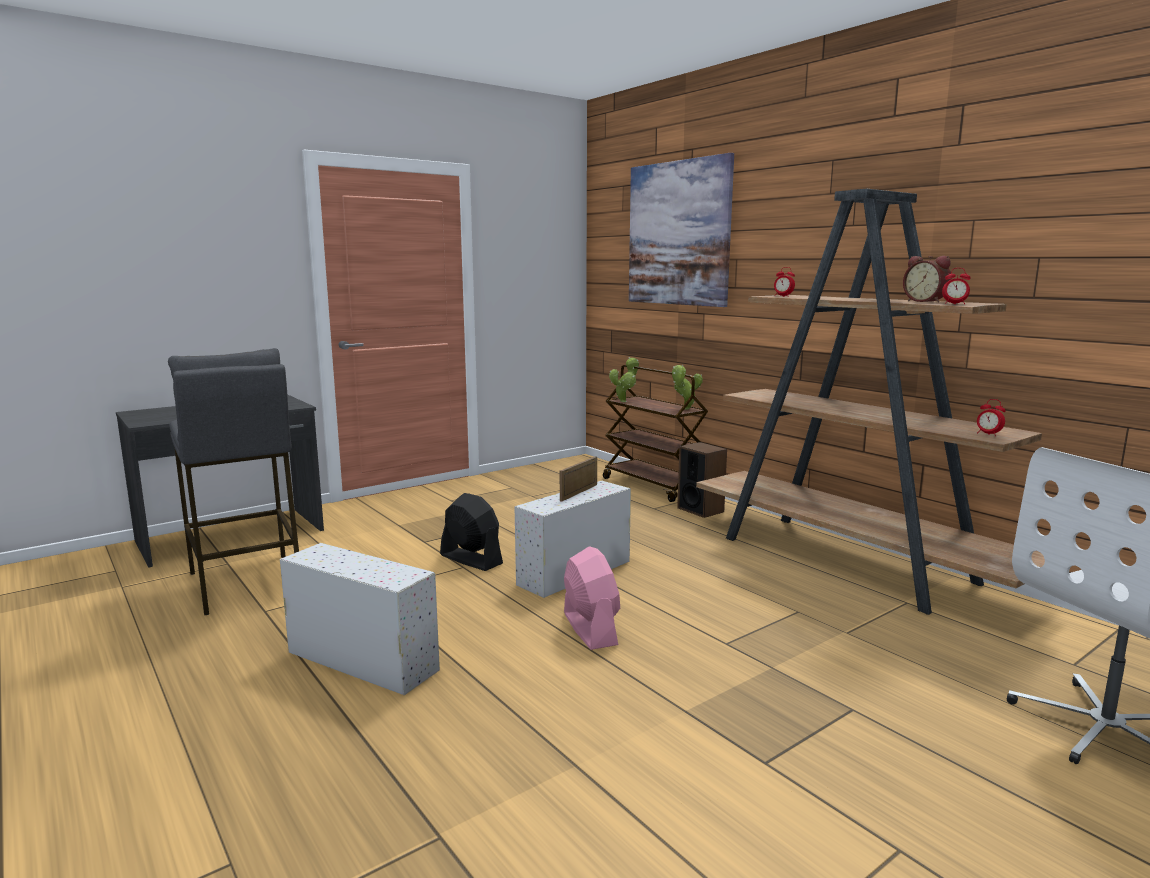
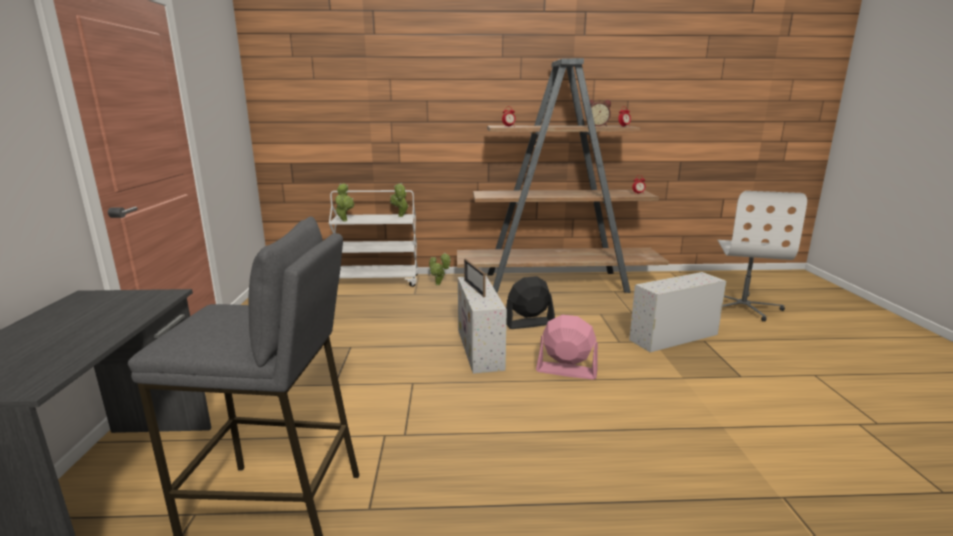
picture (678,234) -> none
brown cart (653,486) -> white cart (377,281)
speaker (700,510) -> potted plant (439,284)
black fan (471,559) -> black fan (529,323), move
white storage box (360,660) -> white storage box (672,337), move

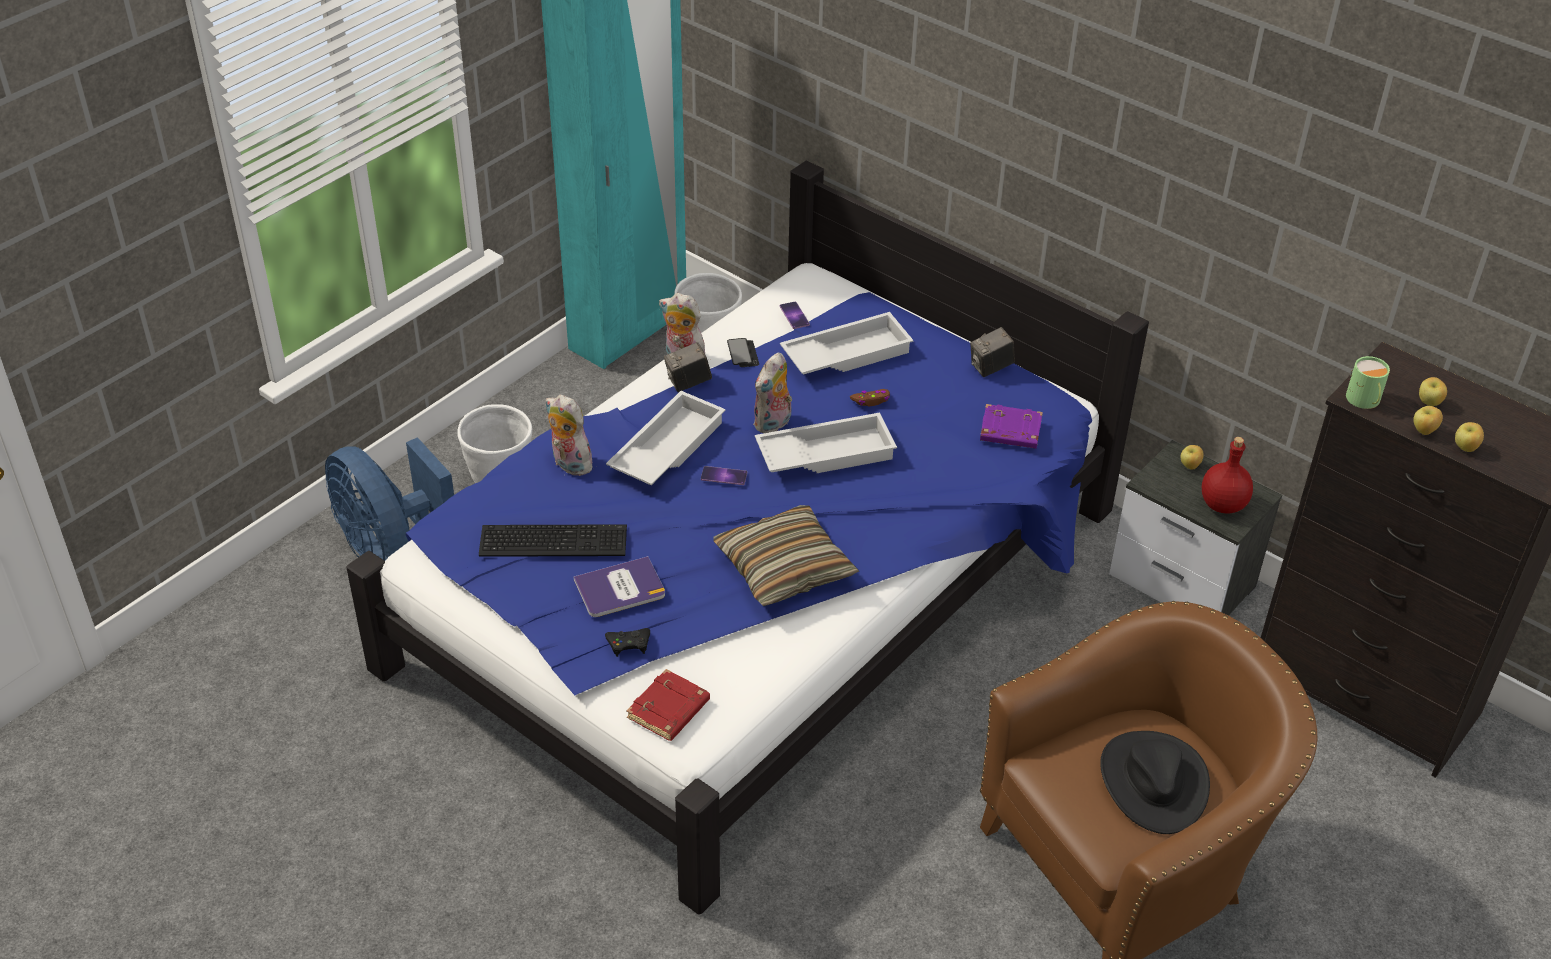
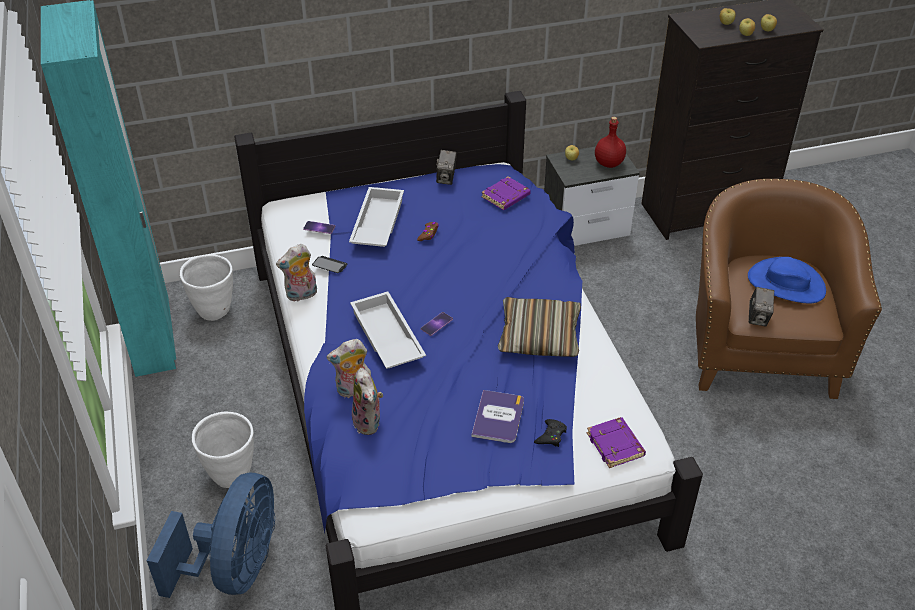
photo camera (688,383) -> photo camera (758,318), move
plush toy (773,424) -> plush toy (369,422), move
green mug (1364,400) -> none
white tray (825,453) -> none
blue fan (391,551) -> blue fan (235,568), 75 degrees counterclockwise
keyboard (551,539) -> none
red book (669,711) -> purple book (616,445)
black hat (1152,782) -> blue hat (786,284)

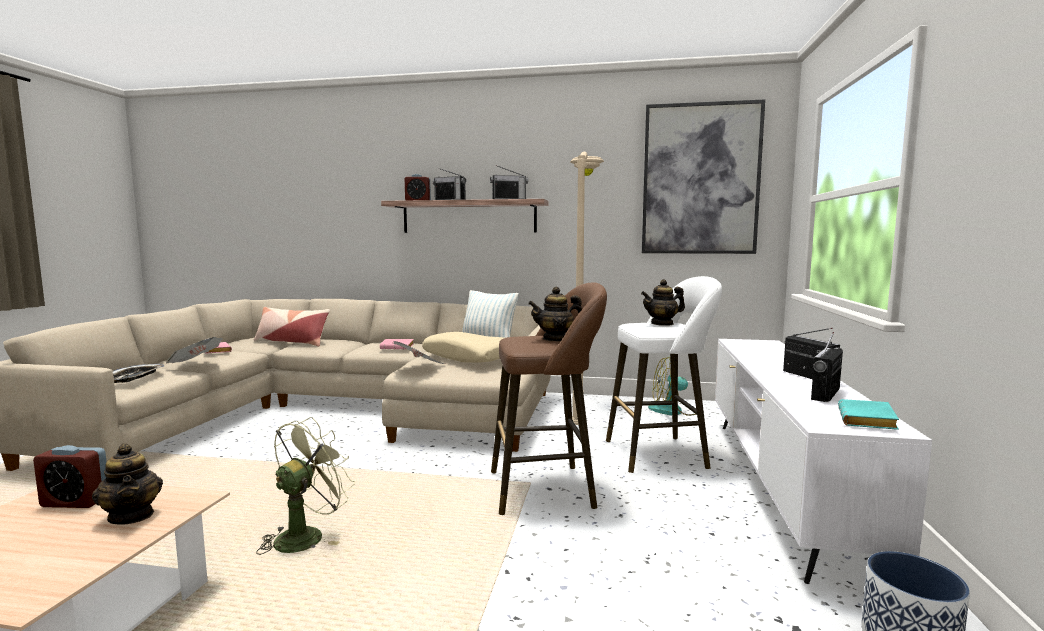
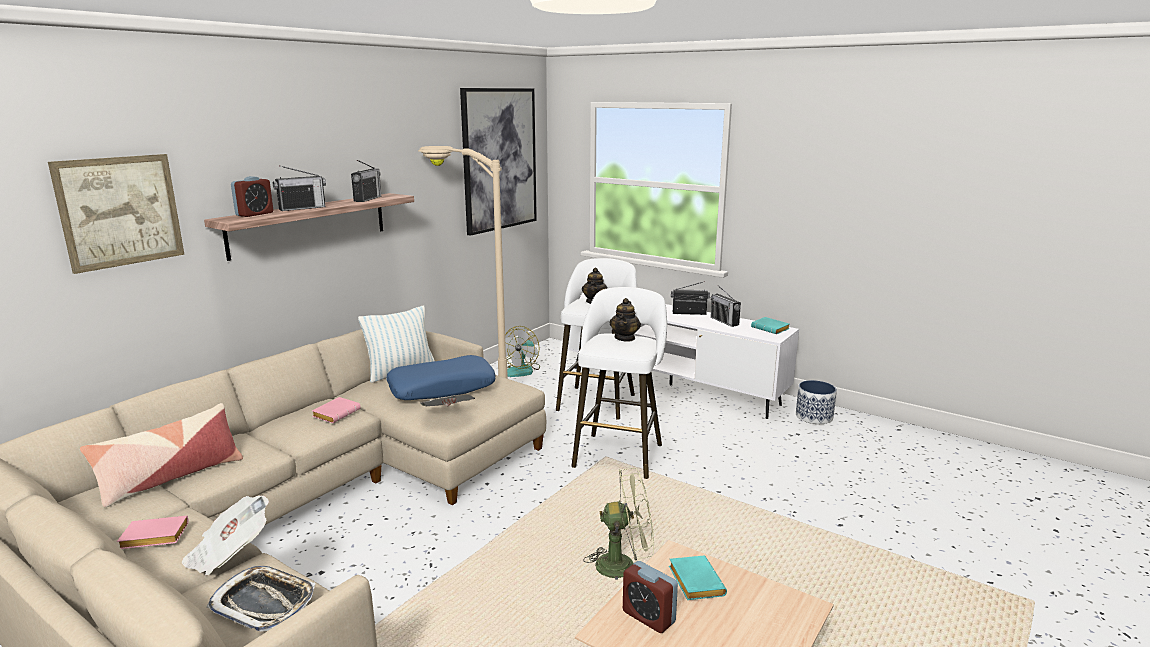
brown stool (548,488) -> white stool (619,453)
beige pillow (468,357) -> blue pillow (442,388)
green fan (306,535) -> green fan (624,565), 120 degrees clockwise
teapot (132,516) -> turquoise book (694,581)
alarm clock (75,502) -> alarm clock (648,617), 105 degrees clockwise
none -> picture (120,211)

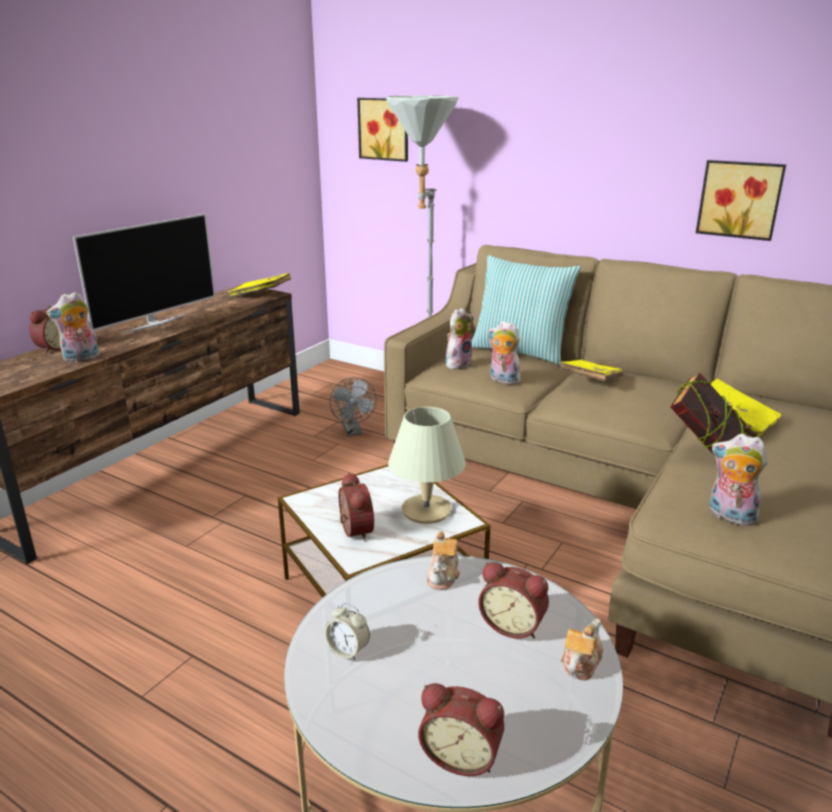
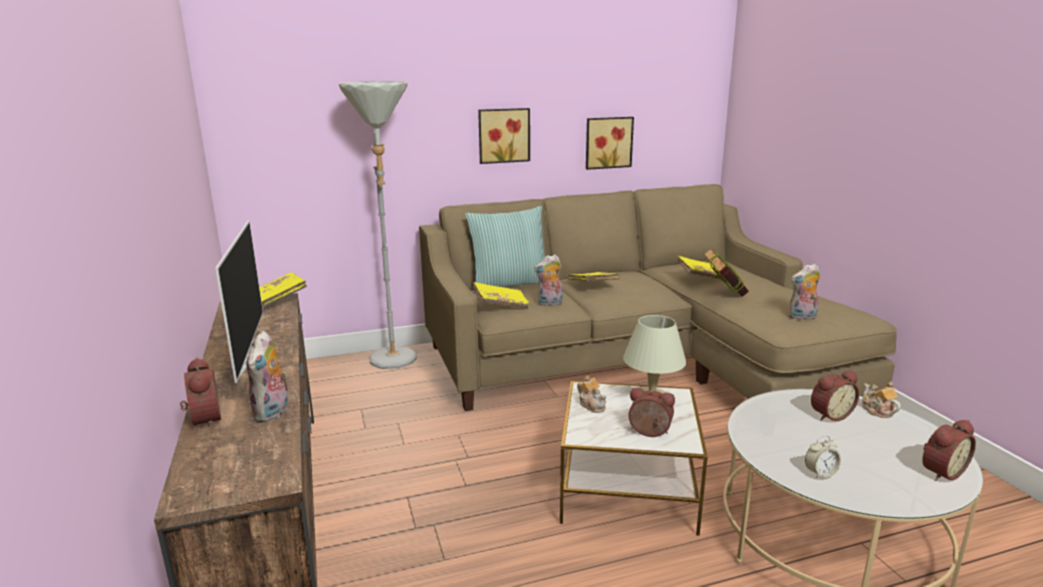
picture (385,129) -> picture (503,135), move
plush toy (458,364) -> yellow book (500,305)
grey fan (353,431) -> none
teapot (443,576) -> teapot (592,405), move

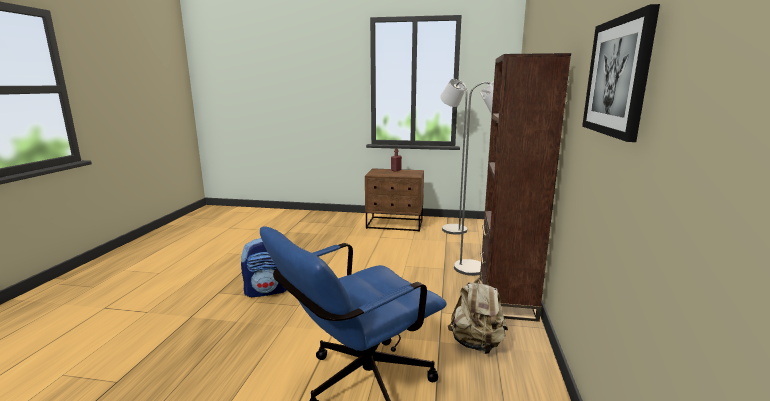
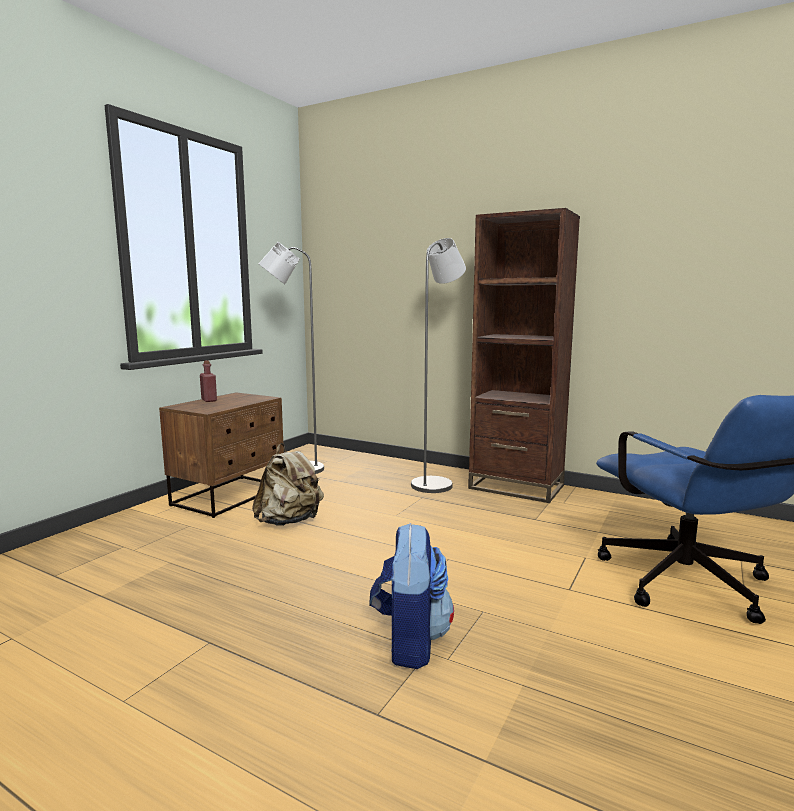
picture (617,77) -> none
beige backpack (477,344) -> beige backpack (289,521), move

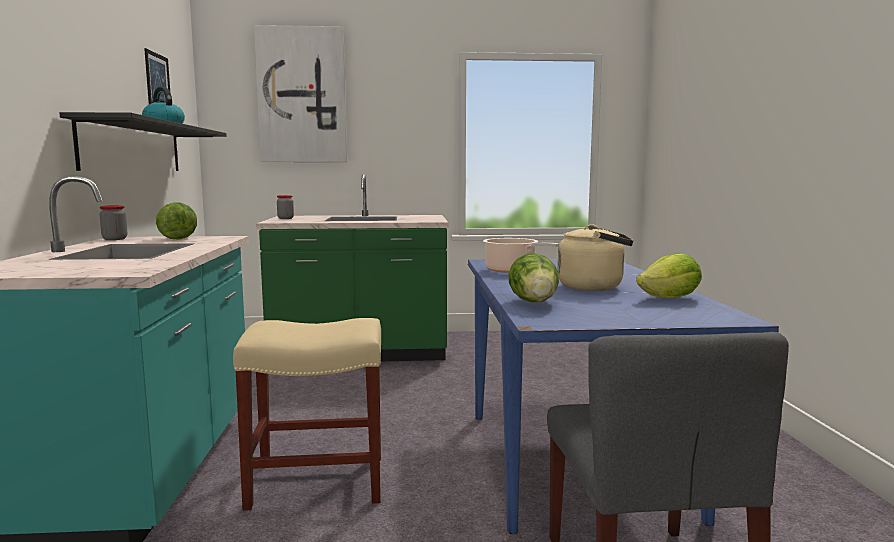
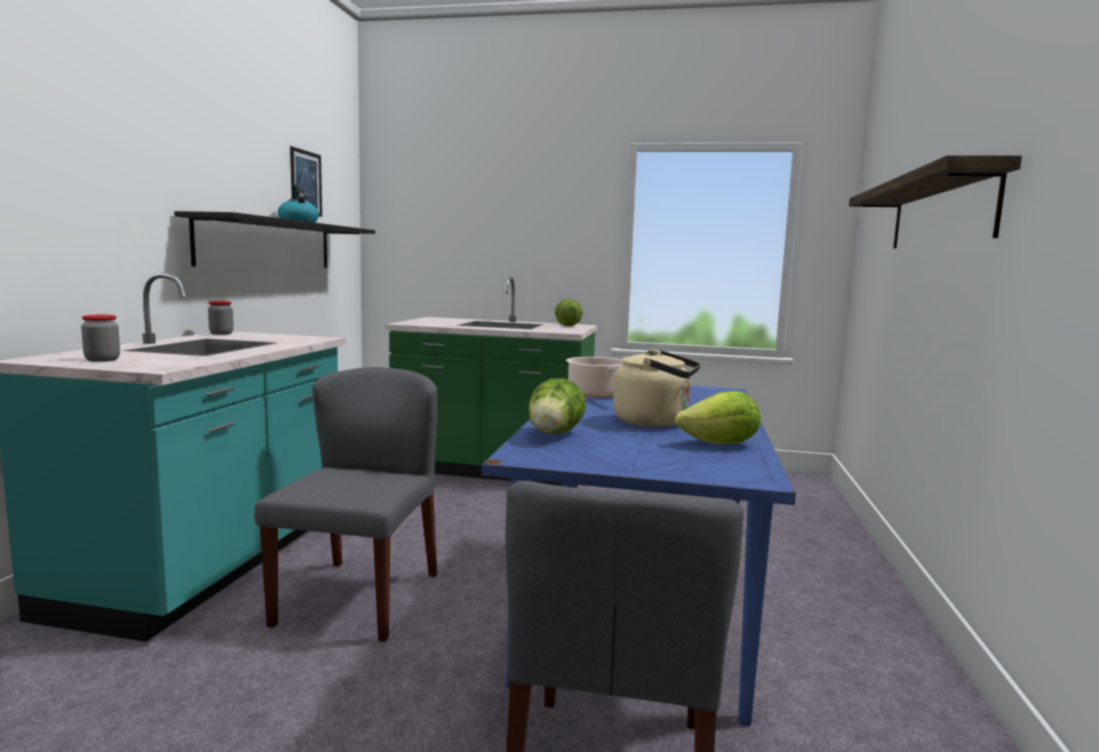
picture (302,95) -> none
jar (285,218) -> jar (102,360), move
lettuce (178,238) -> lettuce (567,325), move
beige stool (320,481) -> grey chair (359,597)
none -> shelf (940,213)

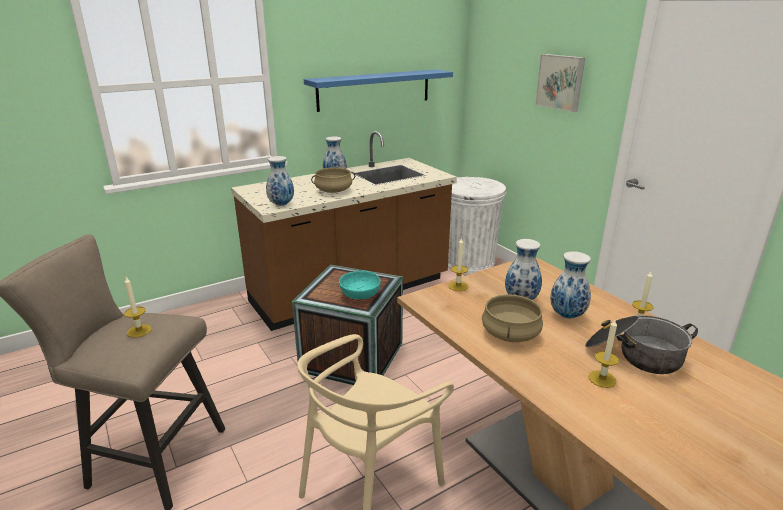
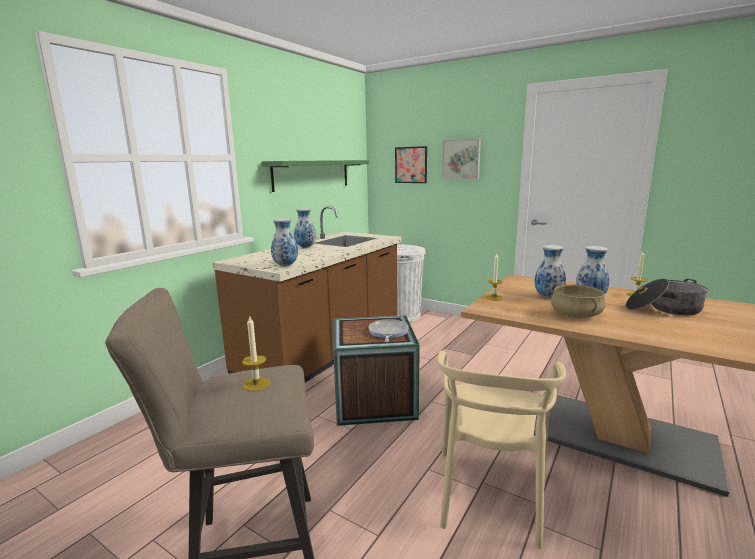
blue shelf (374,89) -> green shelf (312,174)
beige cooking pot (333,191) -> none
turquoise bowl (359,295) -> frying pan (388,333)
candle (602,379) -> none
none -> picture (411,165)

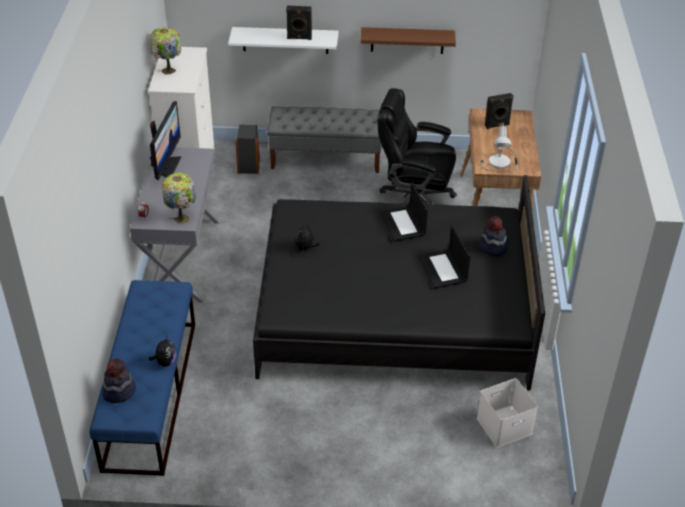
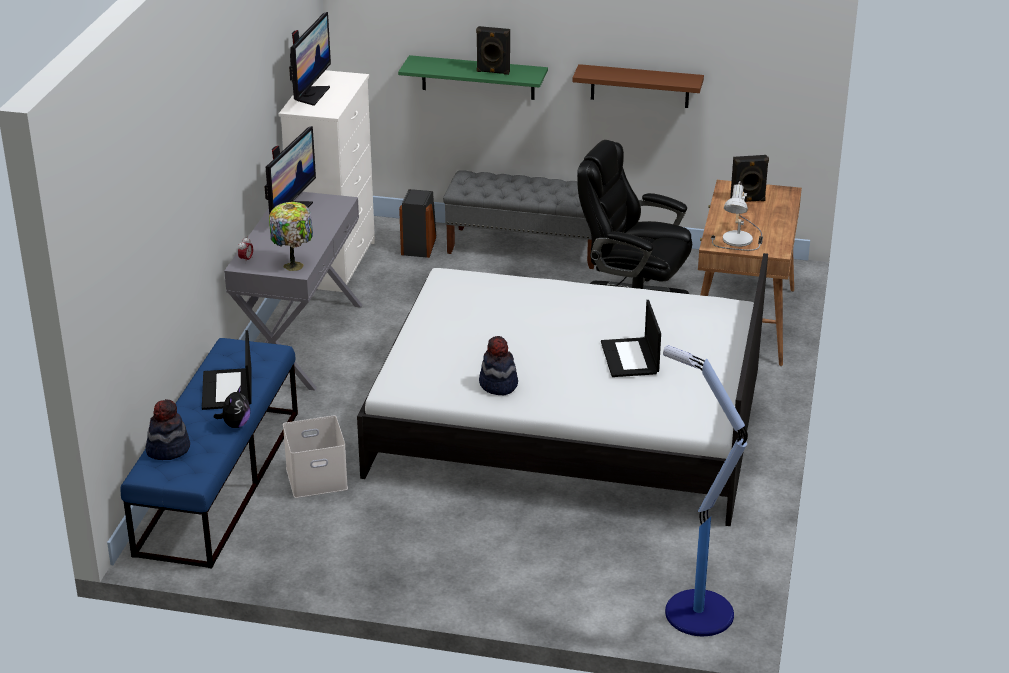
table lamp (168,71) -> monitor (311,95)
white shelf (285,40) -> green shelf (478,77)
black bed (394,310) -> white bed (568,421)
laptop (403,224) -> laptop (228,390), move
hat (493,247) -> hat (498,384), move
plush toy (305,248) -> none
white storage box (504,427) -> white storage box (315,479), move
none -> floor lamp (696,612)

